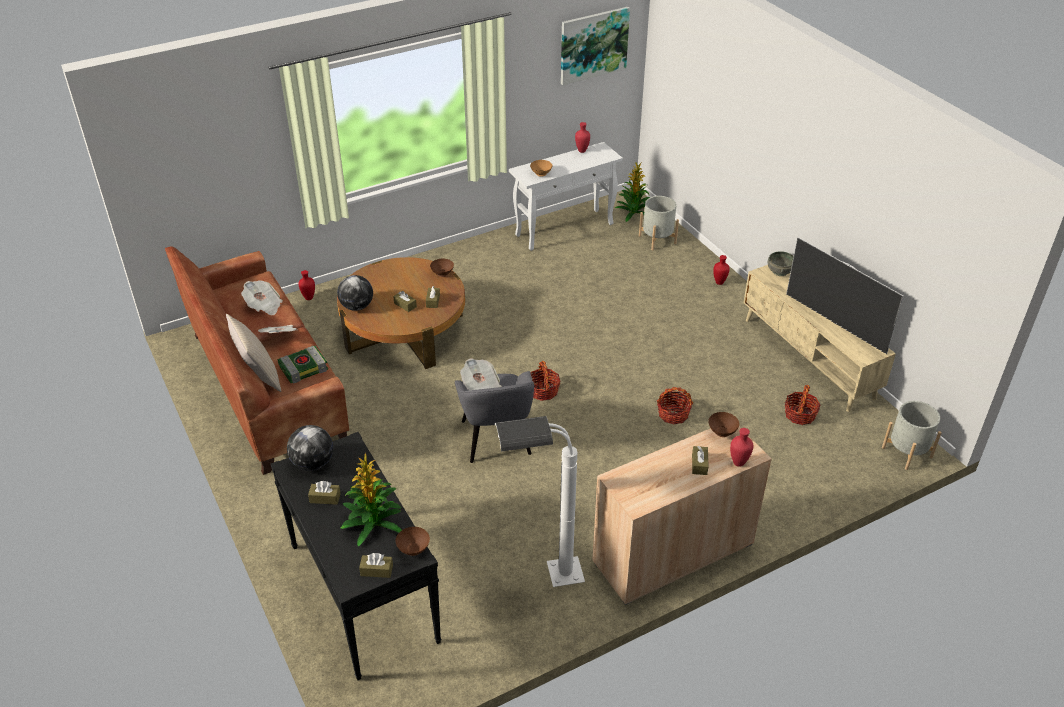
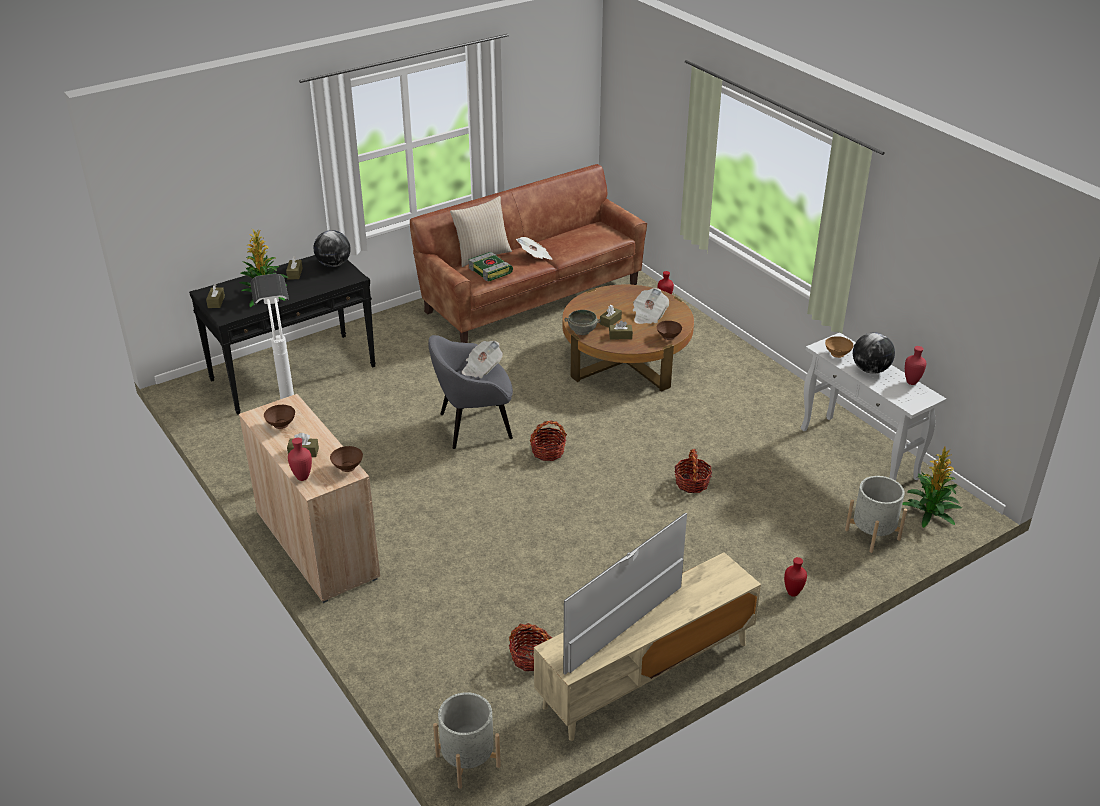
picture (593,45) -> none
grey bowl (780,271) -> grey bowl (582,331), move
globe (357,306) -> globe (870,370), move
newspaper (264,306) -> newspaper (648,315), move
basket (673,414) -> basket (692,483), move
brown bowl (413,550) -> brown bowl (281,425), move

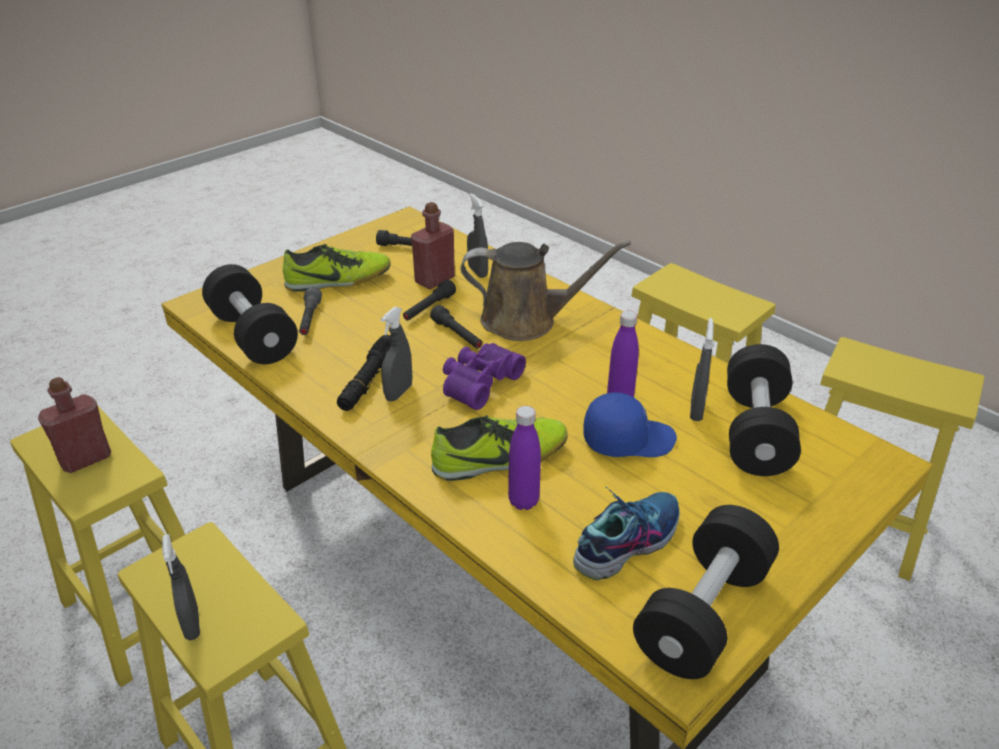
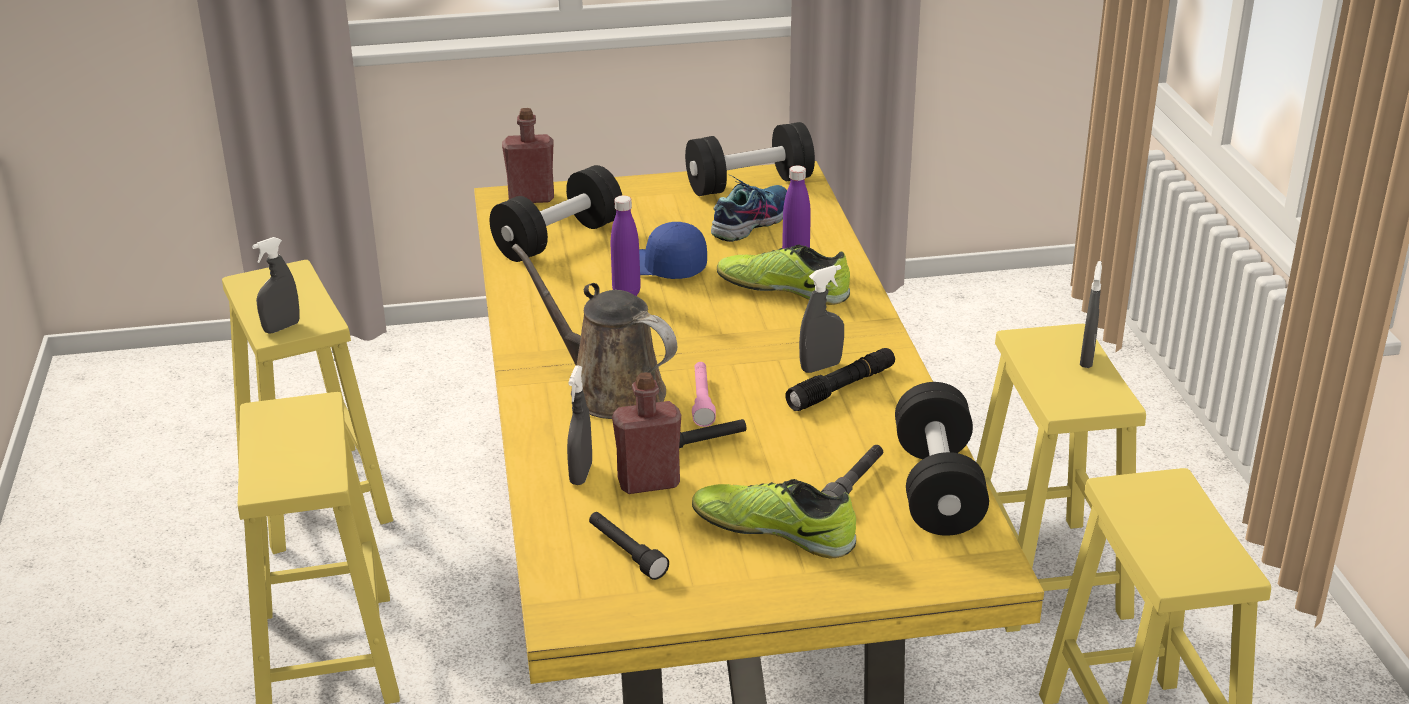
black flashlight (457,335) -> pink flashlight (702,401)
grey spray bottle (696,410) -> grey spray bottle (281,327), move
purple binoculars (478,382) -> none
red bottle (86,459) -> red bottle (531,198), move
shoe (626,542) -> shoe (750,221), 135 degrees clockwise

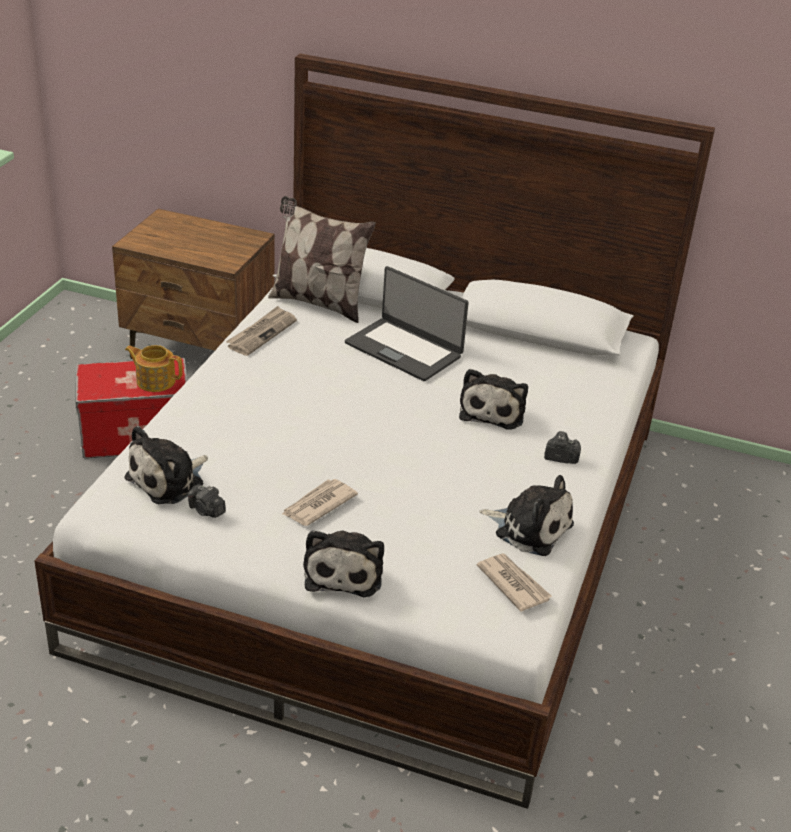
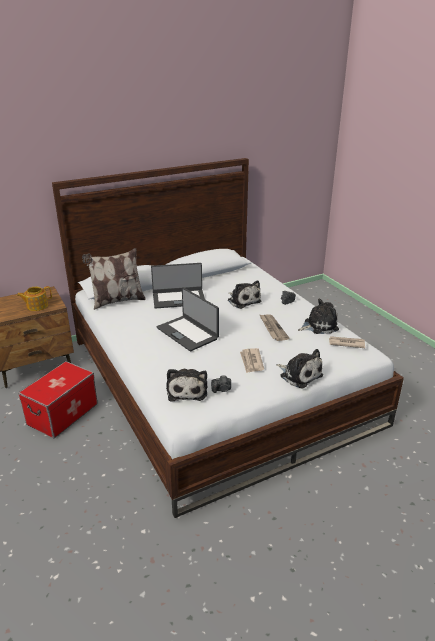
newspaper (261,333) -> newspaper (272,328), move
teapot (155,380) -> teapot (36,306), move
none -> laptop (188,333)

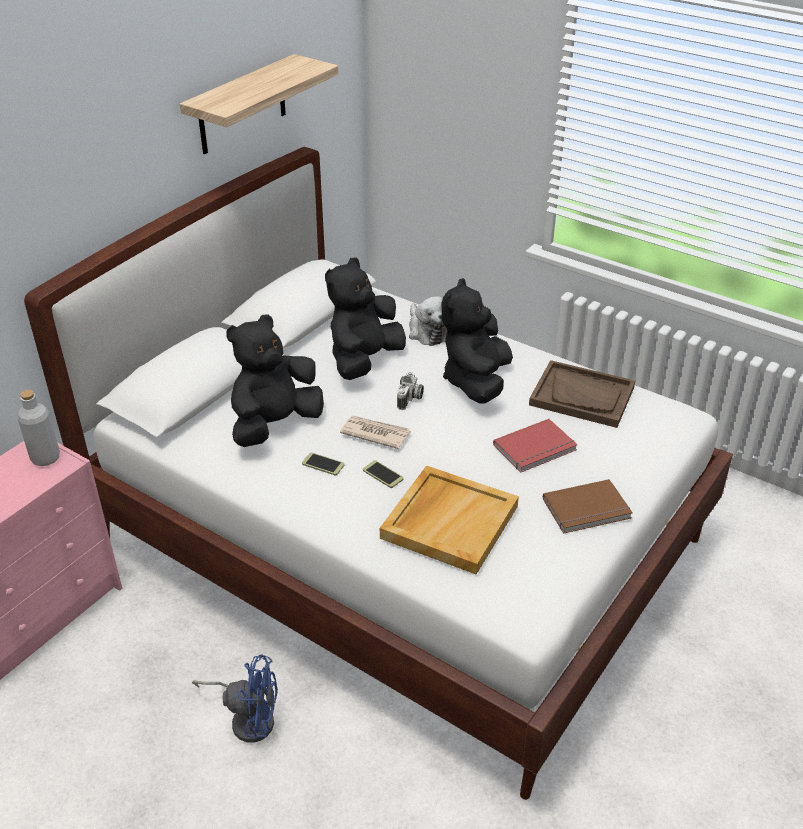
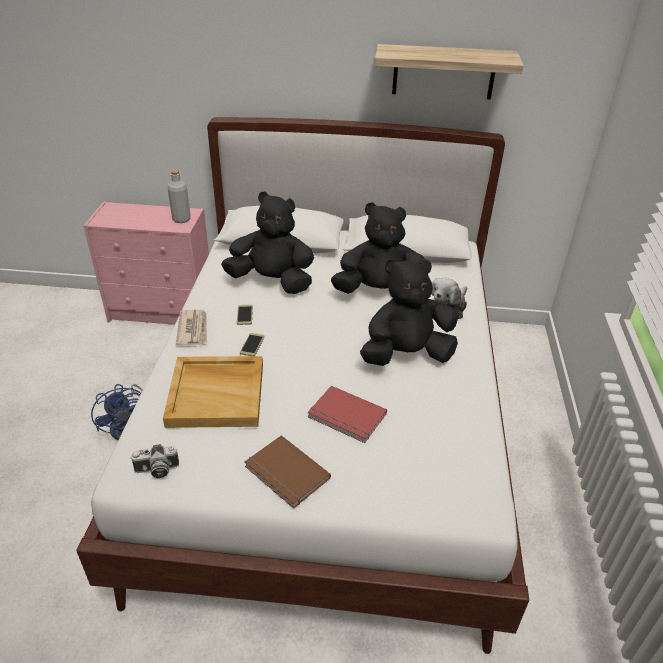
brown tray (582,396) -> none
photo camera (410,399) -> photo camera (156,470), move
newspaper (375,433) -> newspaper (193,329), move

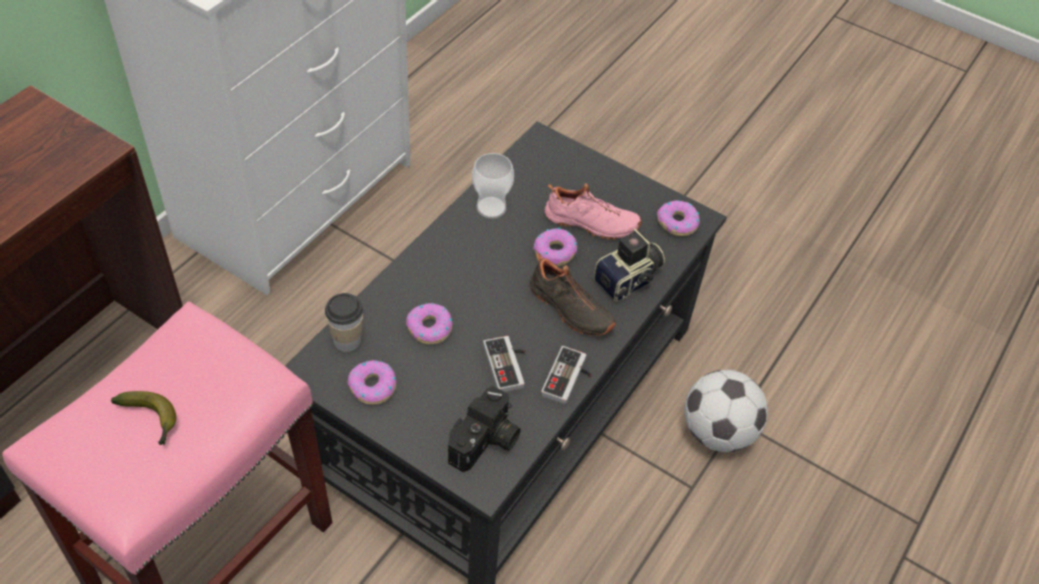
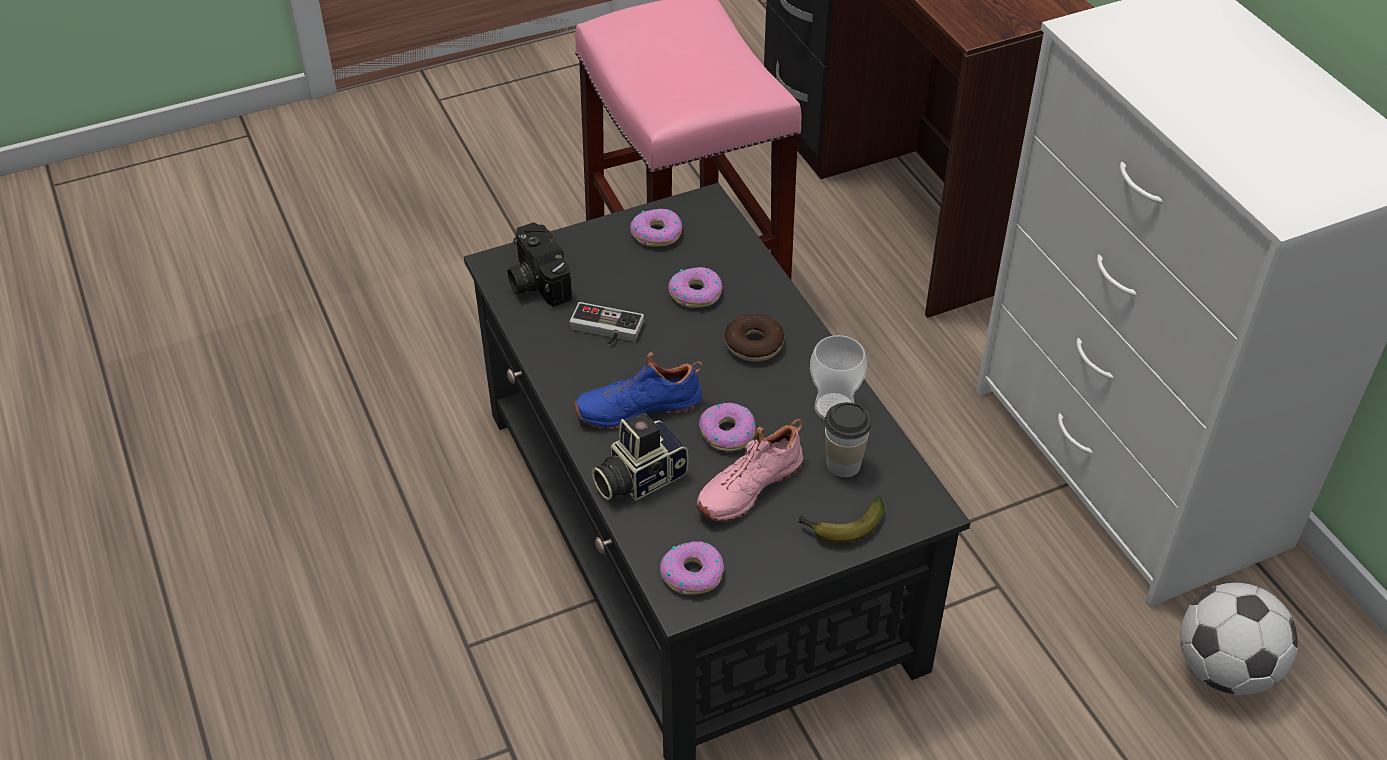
photo camera (629,280) -> photo camera (638,477), 60 degrees clockwise
black shoe (569,309) -> blue shoe (638,406)
cup (347,340) -> cup (843,464), move
game controller (569,380) -> none
football (717,432) -> football (1224,669), move
banana (151,420) -> banana (841,527), move
none -> donut (754,344)

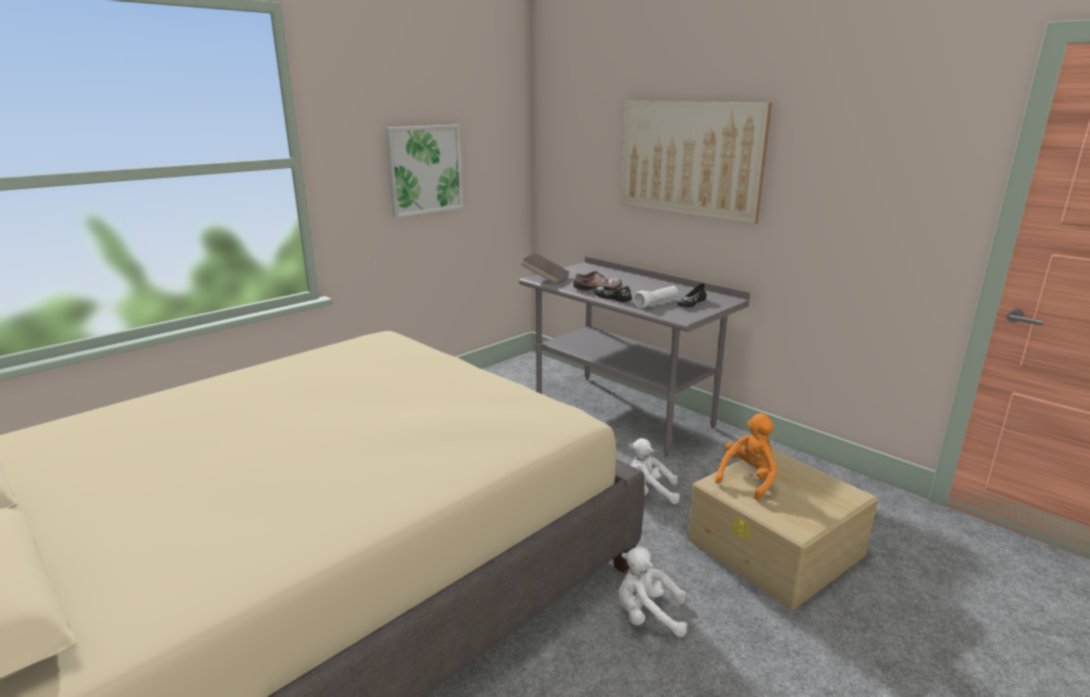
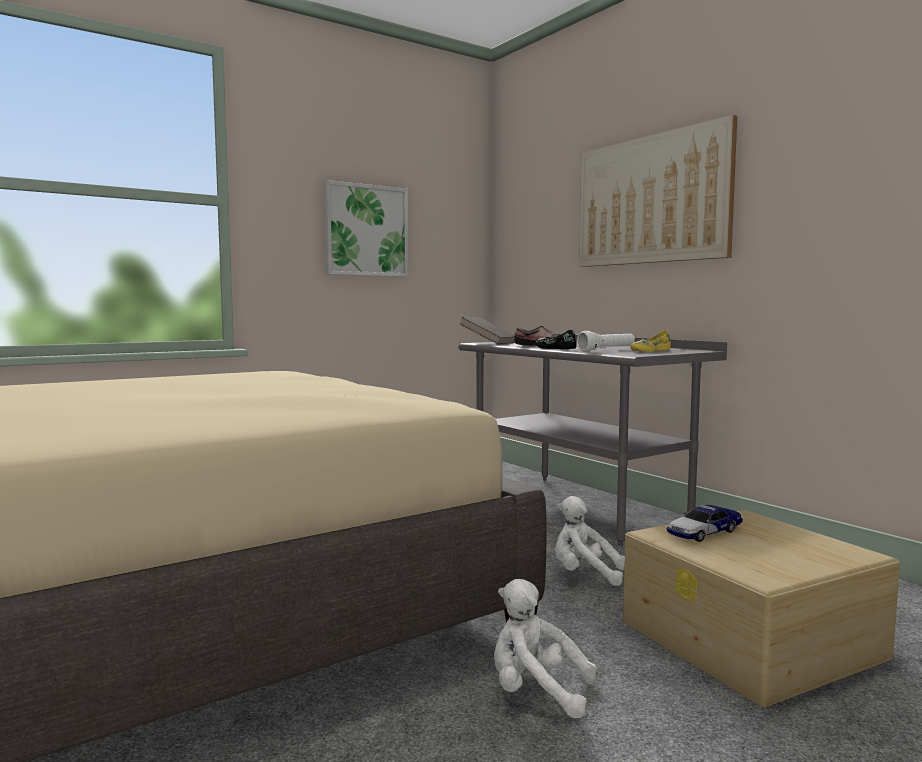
black shoe (690,303) -> yellow shoe (649,351)
orange plush toy (748,479) -> toy car (704,532)

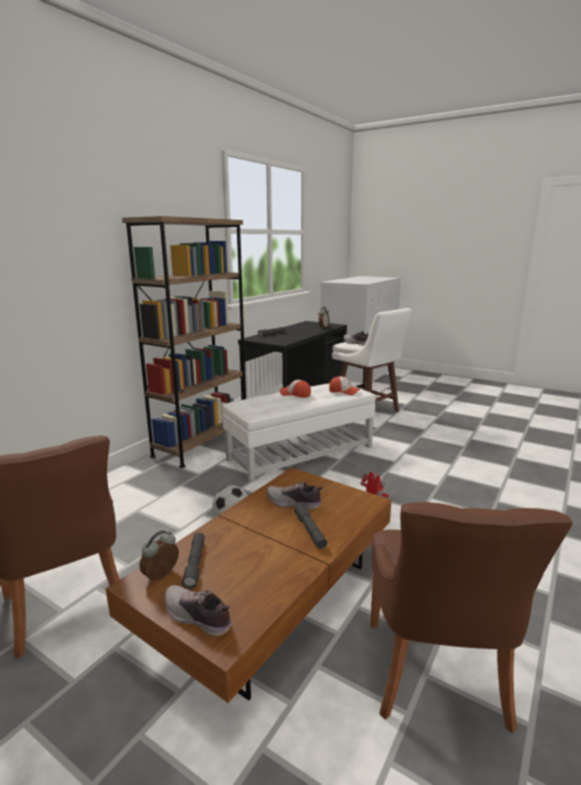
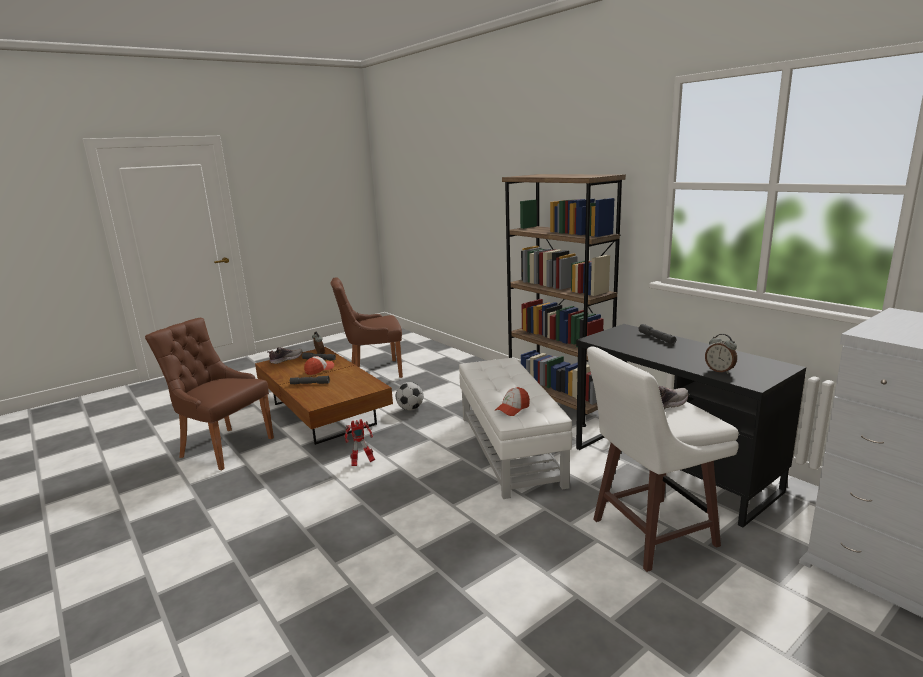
cap (295,394) -> cap (319,370), move
shoe (294,503) -> none

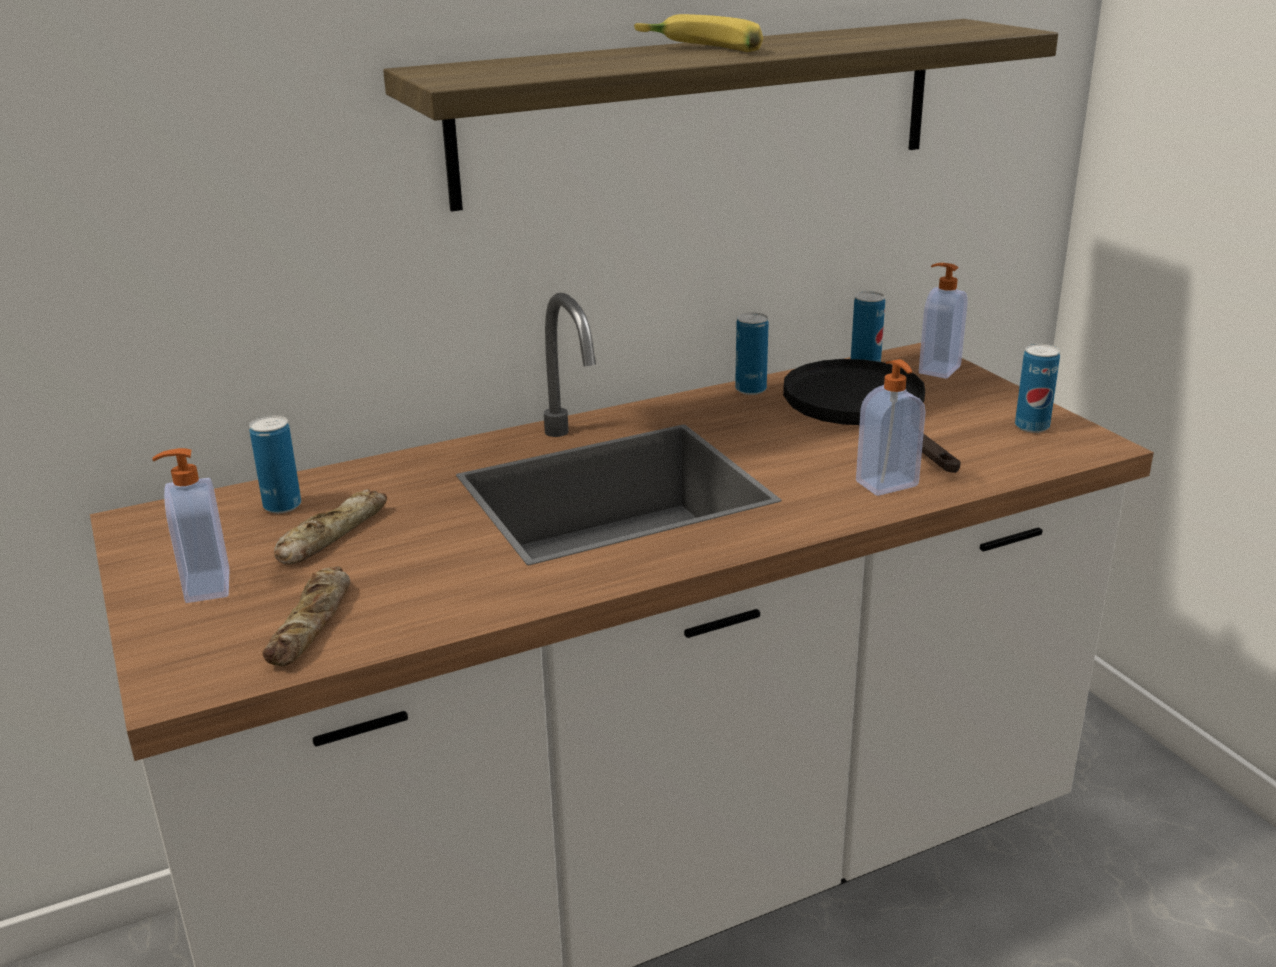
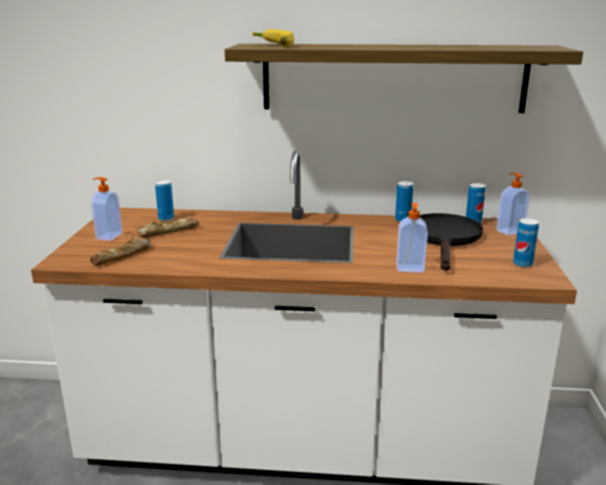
banana (703,50) -> banana (272,45), move

